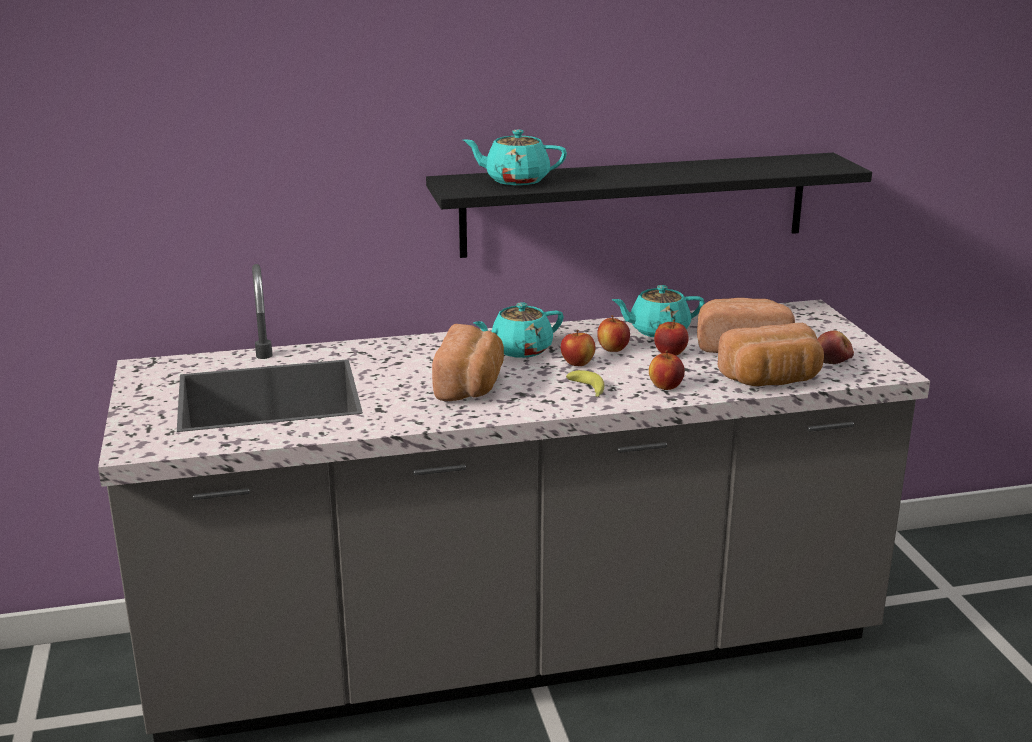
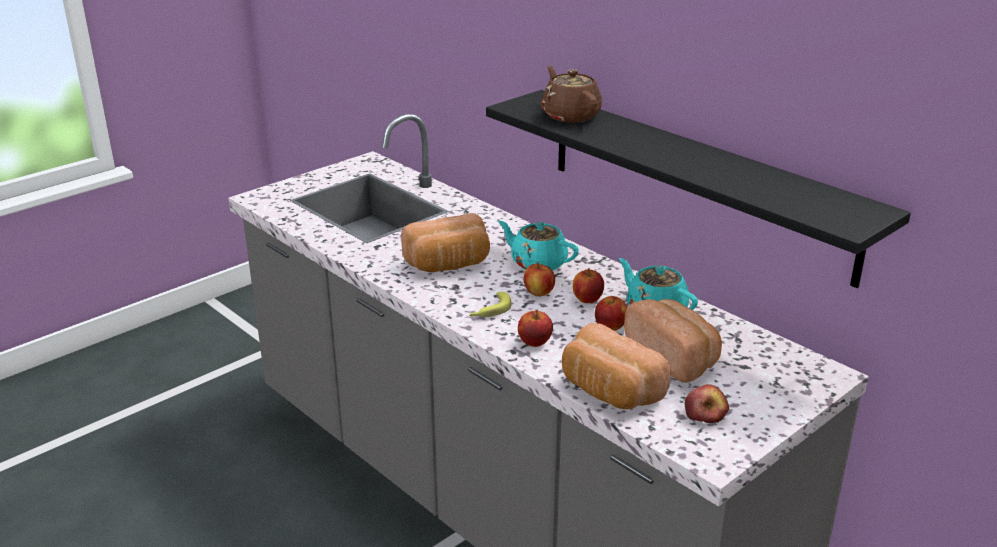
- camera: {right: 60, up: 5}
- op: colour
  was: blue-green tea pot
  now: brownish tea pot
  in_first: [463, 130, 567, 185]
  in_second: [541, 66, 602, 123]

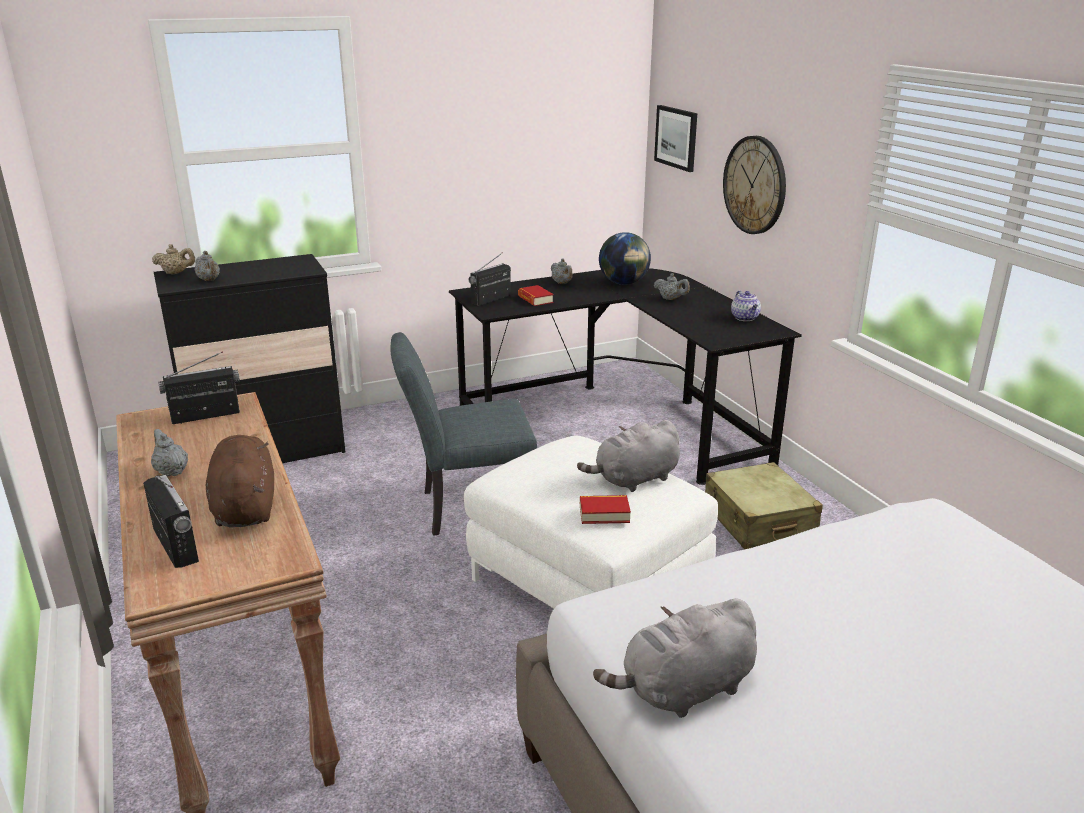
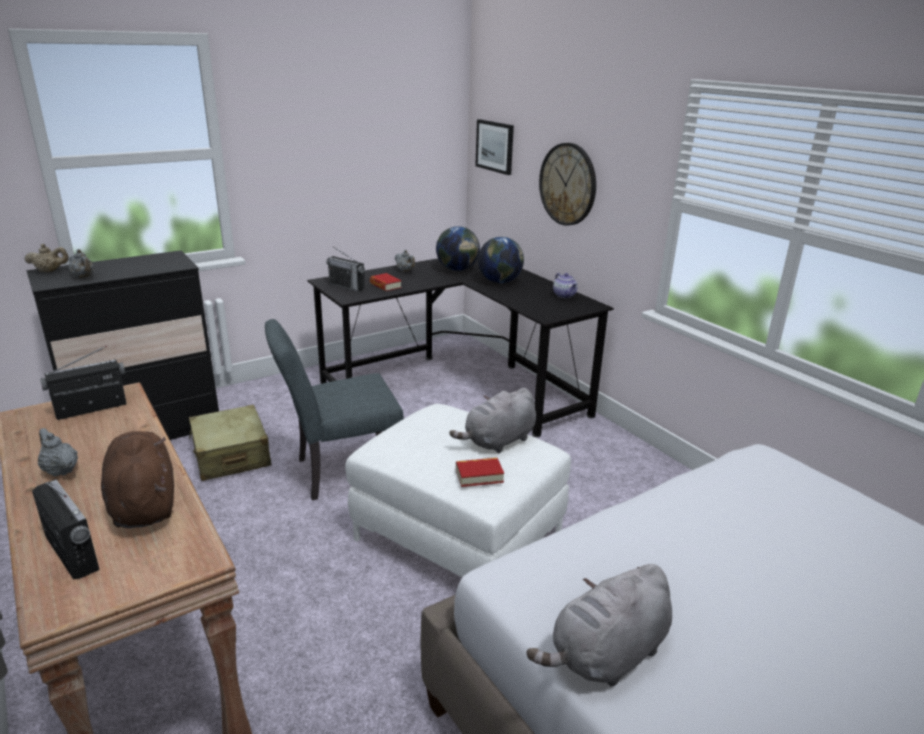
- camera: {right: -10, up: 0}
- op: spun
  was: radio
  in_first: [468, 252, 511, 305]
  in_second: [326, 247, 365, 292]
  clockwise: -90
- op: exchanged
  was: greyish tea pot
  now: globe
  in_first: [654, 273, 690, 300]
  in_second: [478, 237, 524, 283]
- op: relocated
  was: sand-coloured suitcase
  in_first: [705, 462, 823, 549]
  in_second: [189, 405, 271, 481]

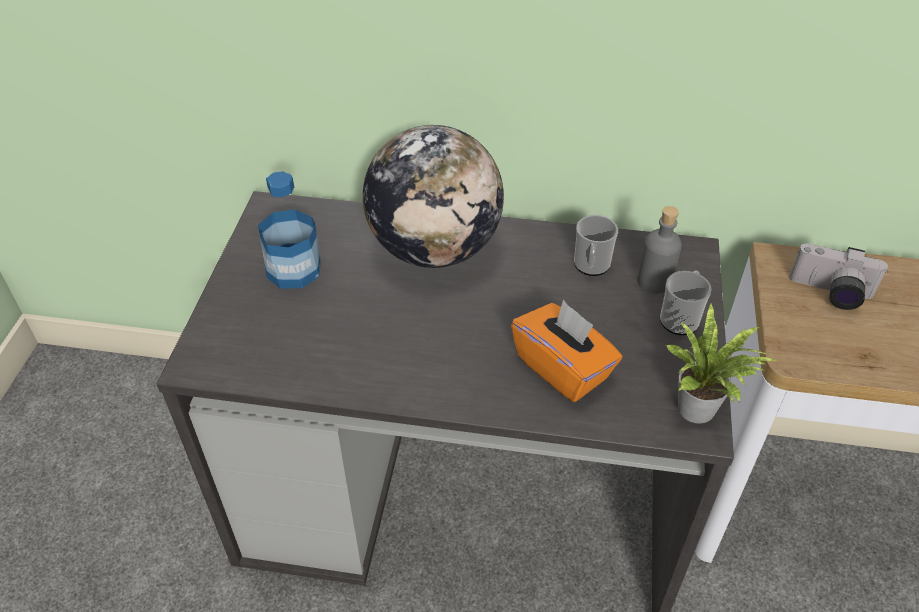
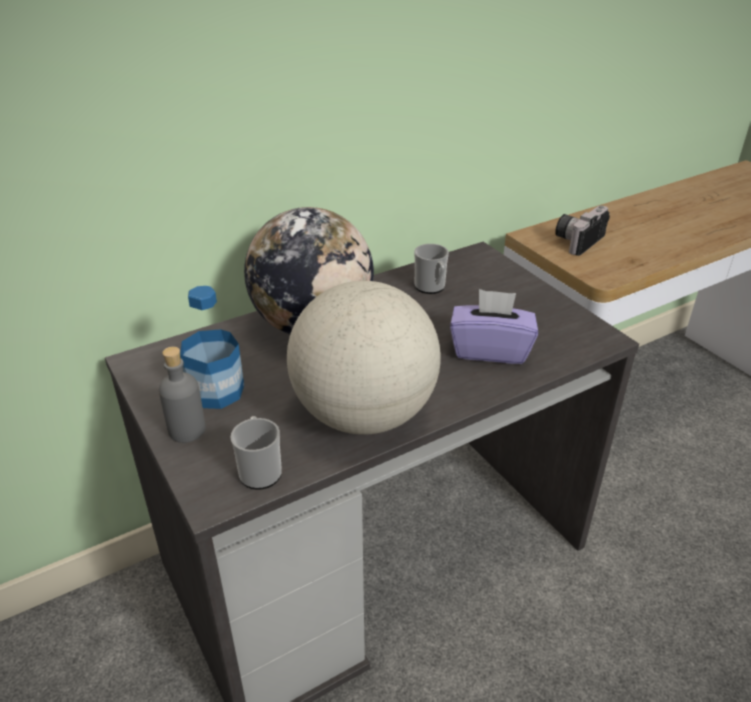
- camera: {right: -40, up: -10}
- op: relocated
  was: greyish drink bottle
  in_first: [637, 206, 682, 294]
  in_second: [159, 347, 206, 443]
- op: spun
  was: still camera
  in_first: [789, 244, 888, 310]
  in_second: [555, 206, 610, 256]
  clockwise: 150
- op: relocated
  was: tea mug
  in_first: [660, 270, 711, 335]
  in_second: [231, 416, 282, 490]
- op: colour
  was: orange-coloured box of tissues
  now: purplish box of tissues
  in_first: [511, 300, 622, 402]
  in_second: [450, 289, 538, 364]
- op: missing
  was: potted plant
  in_first: [665, 302, 778, 424]
- op: appeared
  now: globe
  in_second: [287, 281, 441, 435]

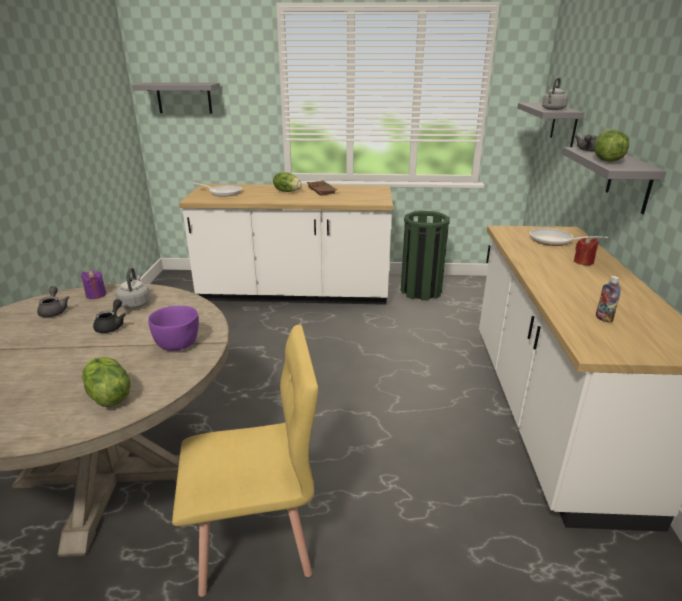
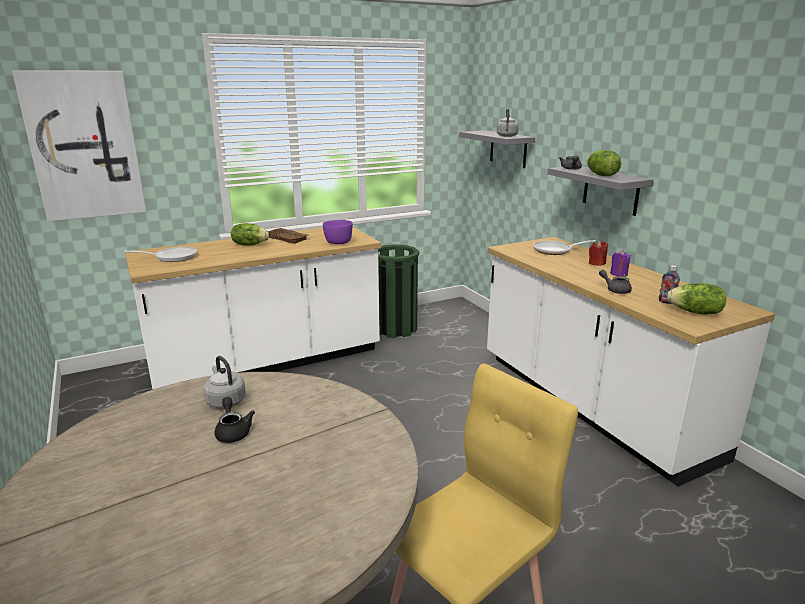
- camera: {right: -30, up: -5}
- op: exchanged
  was: greyish shelf
  now: wall art
  in_first: [132, 83, 220, 113]
  in_second: [12, 70, 147, 221]
- op: relocated
  was: purplish wax candle
  in_first: [81, 270, 106, 299]
  in_second: [610, 250, 631, 276]
- op: relocated
  was: greyish tea pot
  in_first: [37, 286, 70, 317]
  in_second: [599, 270, 632, 294]
- op: relocated
  was: purplish deep dish
  in_first: [148, 306, 199, 351]
  in_second: [323, 220, 353, 244]
- op: relocated
  was: lettuce
  in_first: [82, 357, 131, 407]
  in_second: [667, 283, 726, 315]

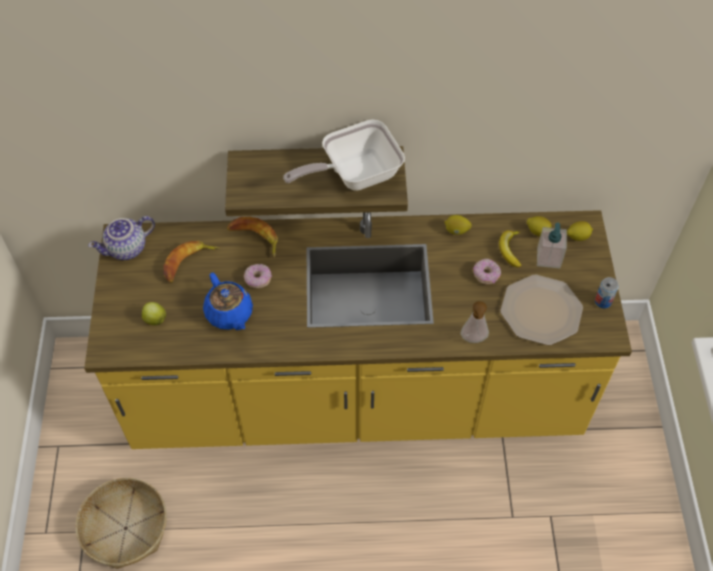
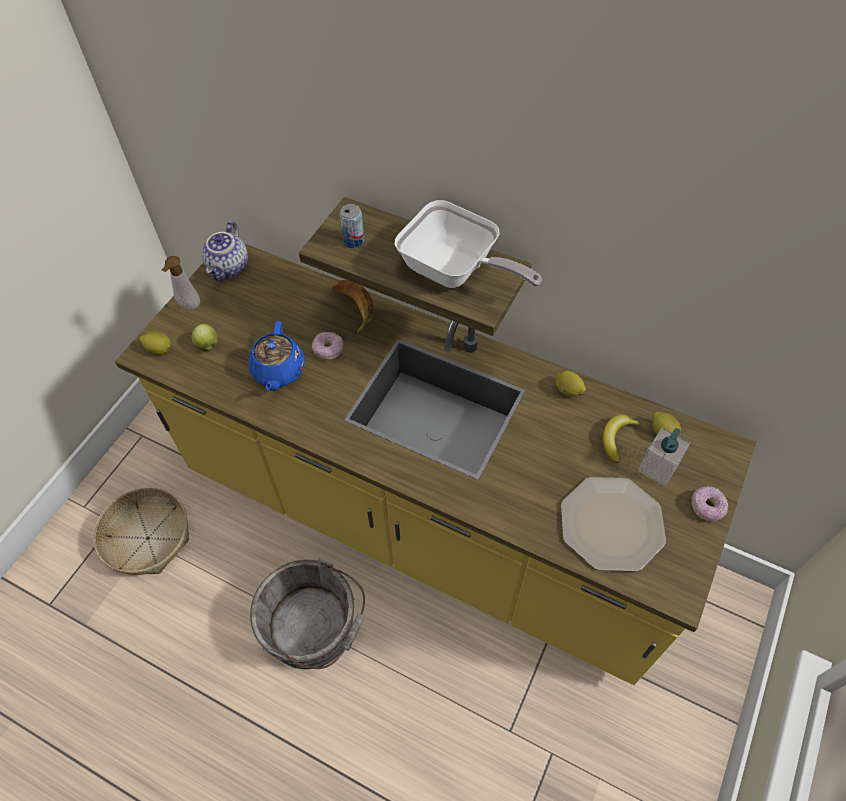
- camera: {right: 30, up: 0}
- op: spun
  was: frying pan
  in_first: [283, 120, 405, 191]
  in_second: [395, 200, 542, 288]
  clockwise: -150
- op: spun
  was: tea pot
  in_first: [88, 216, 155, 260]
  in_second: [202, 221, 248, 281]
  clockwise: -75
- op: relocated
  was: whole lemon
  in_first: [567, 221, 593, 241]
  in_second: [140, 331, 171, 355]
- op: missing
  was: whole banana
  in_first: [163, 241, 220, 283]
- op: relocated
  was: ring doughnut
  in_first: [473, 258, 501, 284]
  in_second: [691, 486, 728, 522]
- op: relocated
  was: sealed can
  in_first: [595, 277, 619, 309]
  in_second: [340, 204, 364, 248]
- op: relocated
  was: soap bottle
  in_first: [460, 301, 489, 343]
  in_second: [161, 256, 200, 310]
- op: appeared
  now: greyish bucket
  in_second: [250, 558, 365, 669]

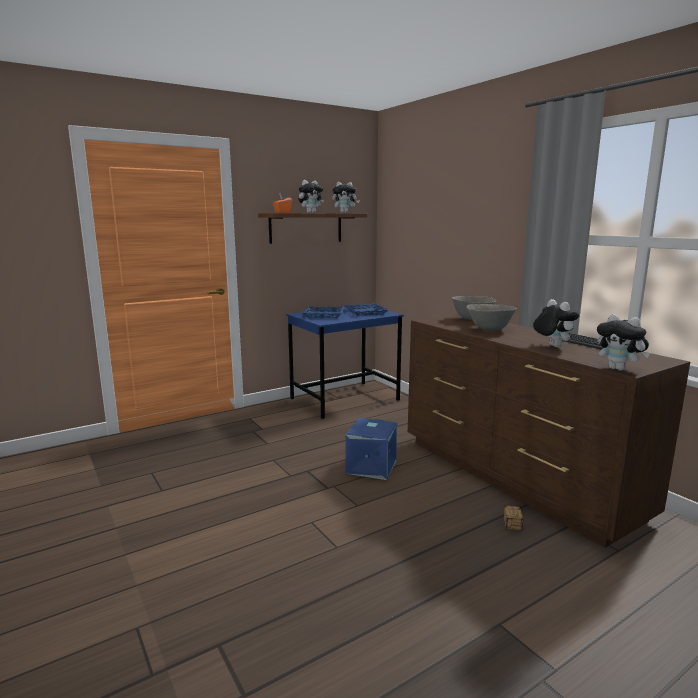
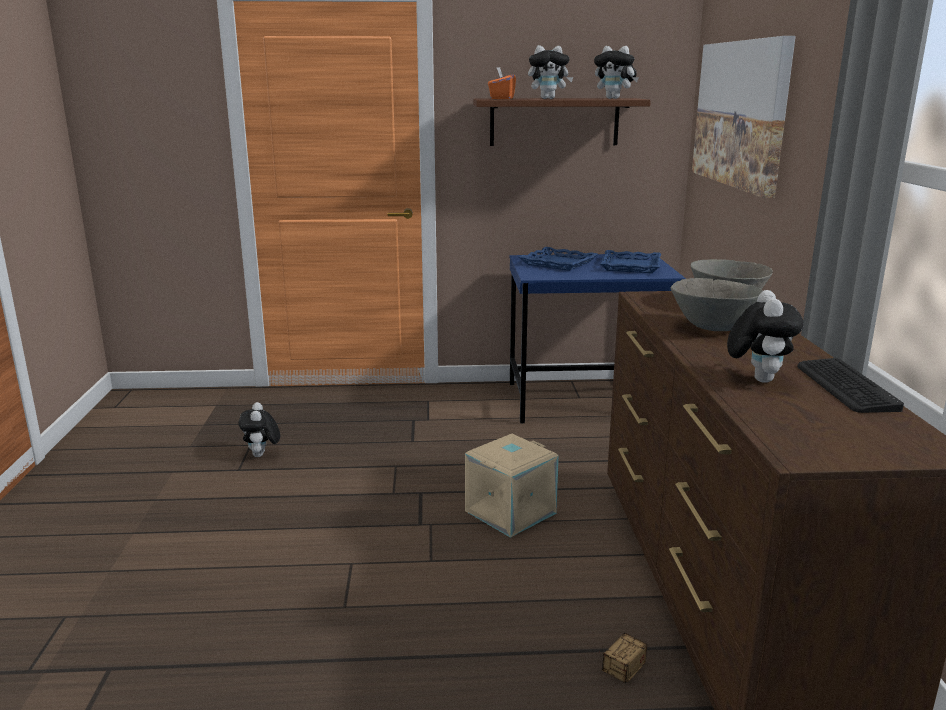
- camera: {right: 30, up: 5}
- op: relocated
  was: plush toy
  in_first: [597, 314, 650, 371]
  in_second: [238, 402, 280, 457]
- op: colour
  was: bluish storage box
  now: sand-coloured storage box
  in_first: [345, 418, 397, 480]
  in_second: [465, 434, 559, 538]
- op: appeared
  now: wall art
  in_second: [692, 36, 796, 198]

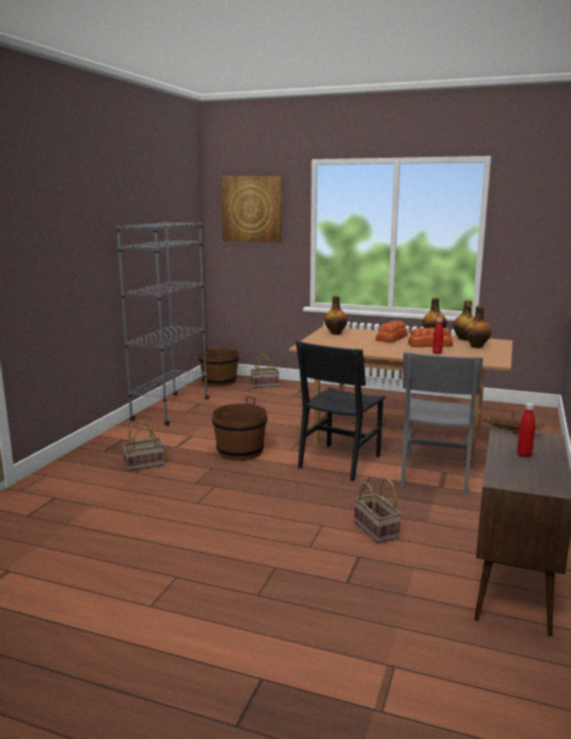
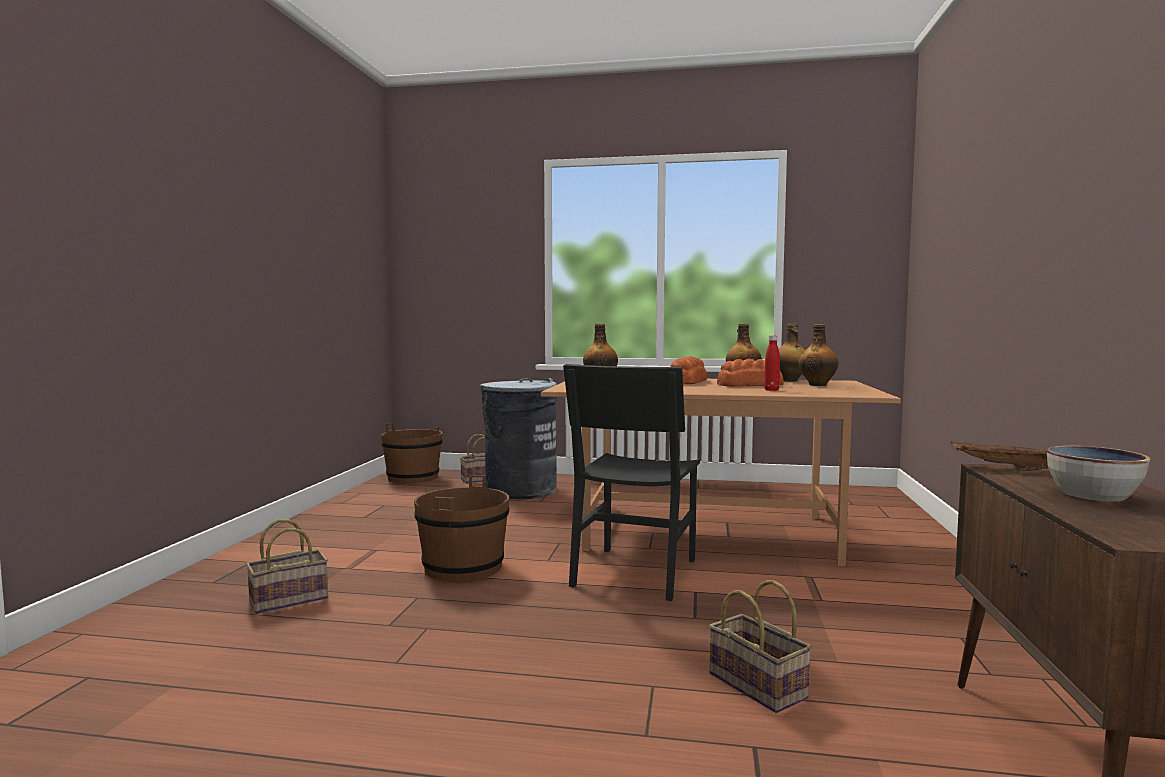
- camera: {right: -10, up: -10}
- op: missing
  was: wall art
  in_first: [221, 176, 282, 242]
- op: missing
  was: greyish bookcase
  in_first: [116, 222, 209, 426]
- op: missing
  was: greyish chair
  in_first: [400, 351, 483, 495]
- op: exchanged
  was: red-coloured drink bottle
  now: deep dish
  in_first: [517, 403, 535, 457]
  in_second: [1046, 446, 1150, 501]
- op: appeared
  now: greyish trash can
  in_second: [480, 378, 557, 499]

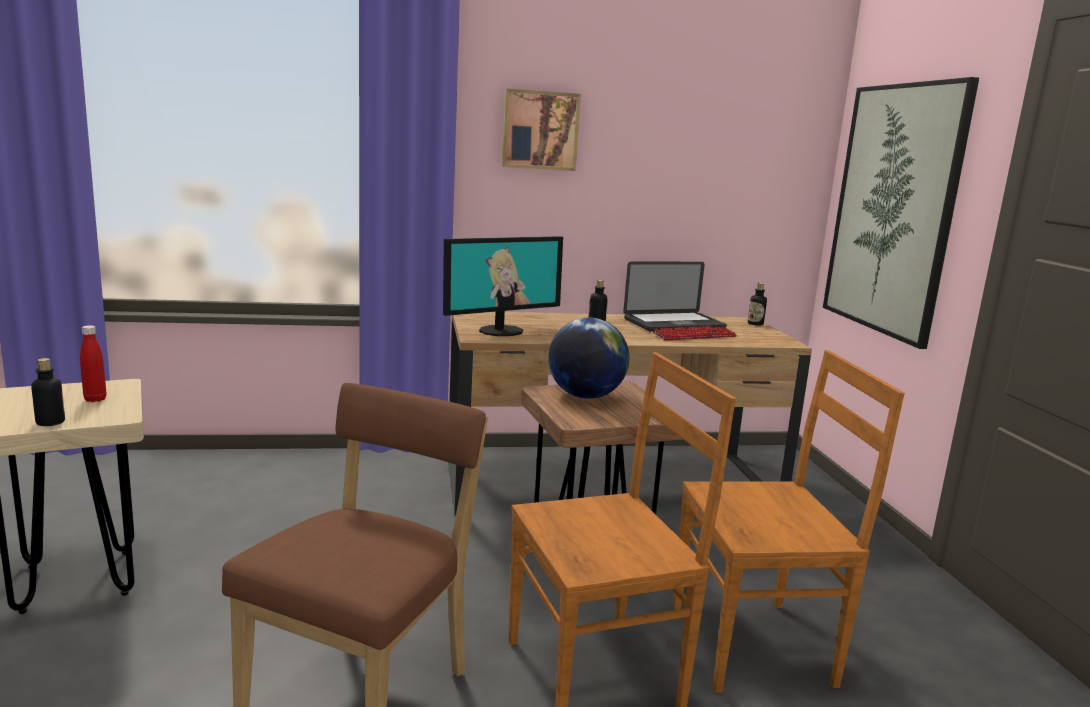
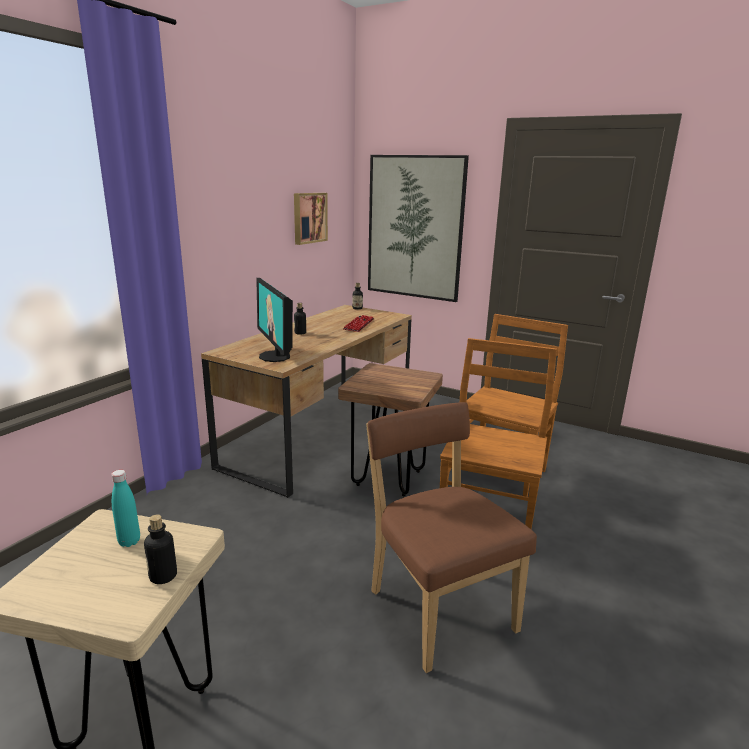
- camera: {right: -50, up: 5}
- op: relocated
  was: wall art
  in_first: [502, 89, 581, 171]
  in_second: [294, 193, 328, 245]
- op: spun
  was: computer display
  in_first: [443, 236, 563, 336]
  in_second: [256, 278, 293, 362]
  clockwise: 150
- op: missing
  was: laptop
  in_first: [623, 262, 727, 332]
- op: missing
  was: globe
  in_first: [548, 318, 629, 399]
- op: colour
  was: red-coloured drink bottle
  now: blue-green drink bottle
  in_first: [80, 325, 106, 402]
  in_second: [111, 470, 140, 547]

